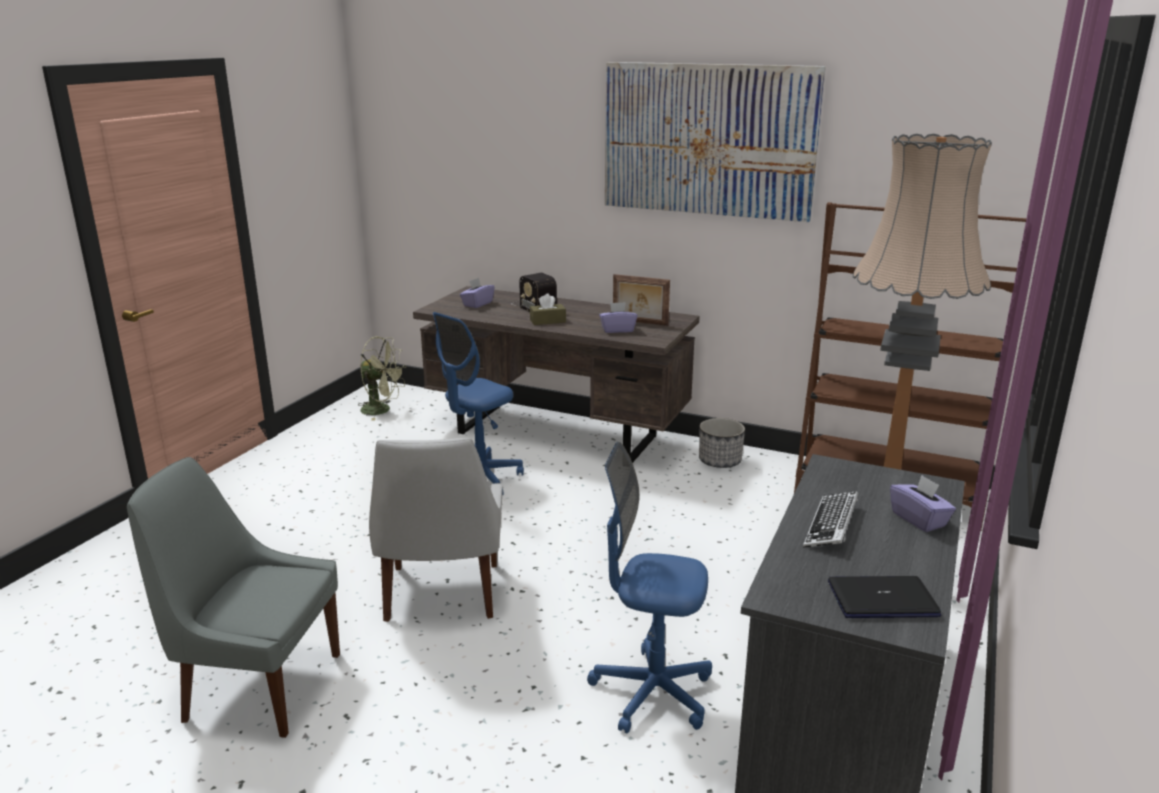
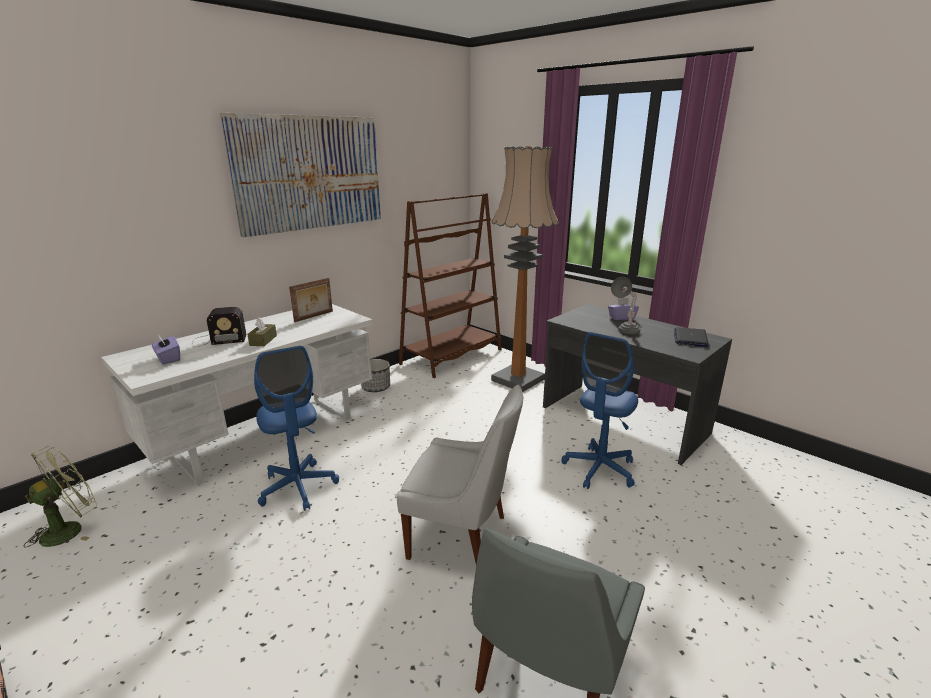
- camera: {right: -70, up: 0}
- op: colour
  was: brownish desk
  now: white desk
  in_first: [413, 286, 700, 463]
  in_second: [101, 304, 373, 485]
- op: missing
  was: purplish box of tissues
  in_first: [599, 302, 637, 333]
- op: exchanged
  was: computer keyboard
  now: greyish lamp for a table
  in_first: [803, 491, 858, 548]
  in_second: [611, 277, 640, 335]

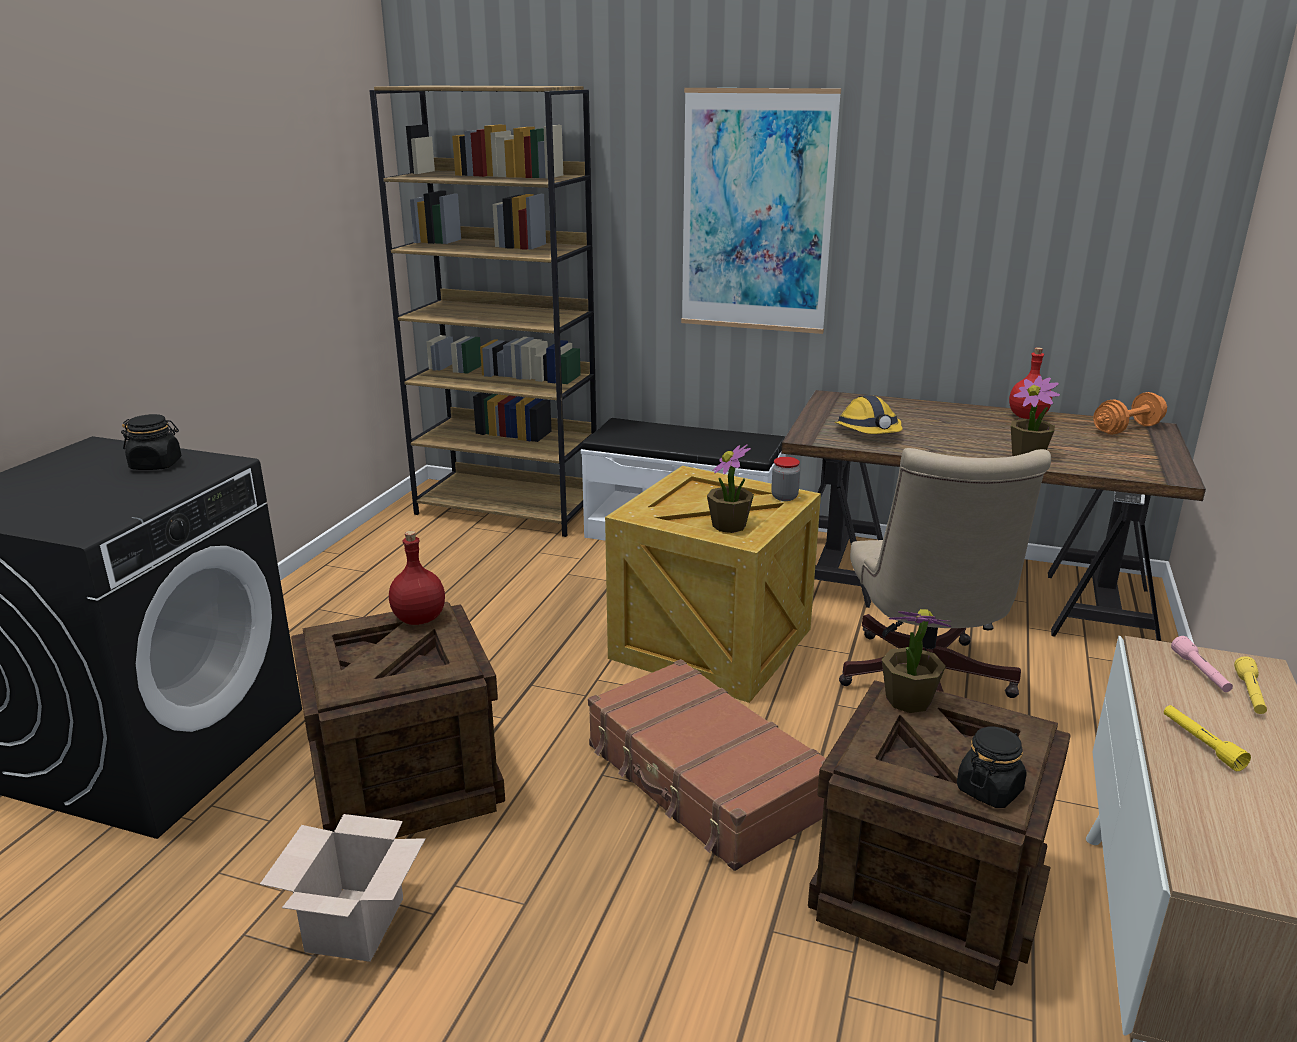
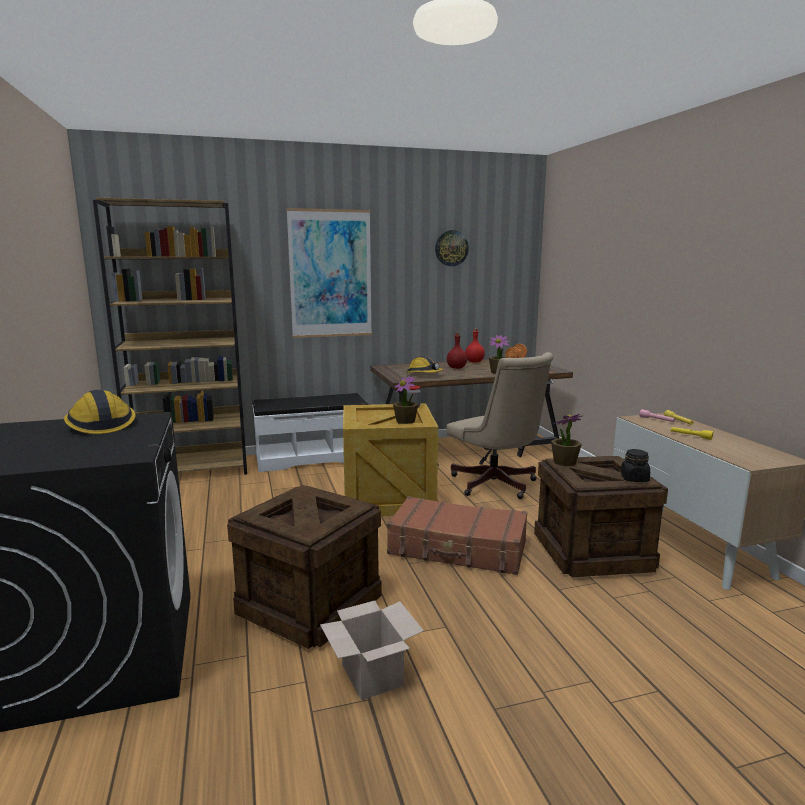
- camera: {right: -35, up: -10}
- op: exchanged
  was: blackish preserve jar
  now: safety helmet
  in_first: [121, 414, 181, 470]
  in_second: [64, 390, 135, 434]
- op: relocated
  was: red-coloured drink bottle
  in_first: [389, 531, 445, 625]
  in_second: [447, 333, 467, 369]
- op: appeared
  now: wall clock
  in_second: [435, 230, 469, 266]

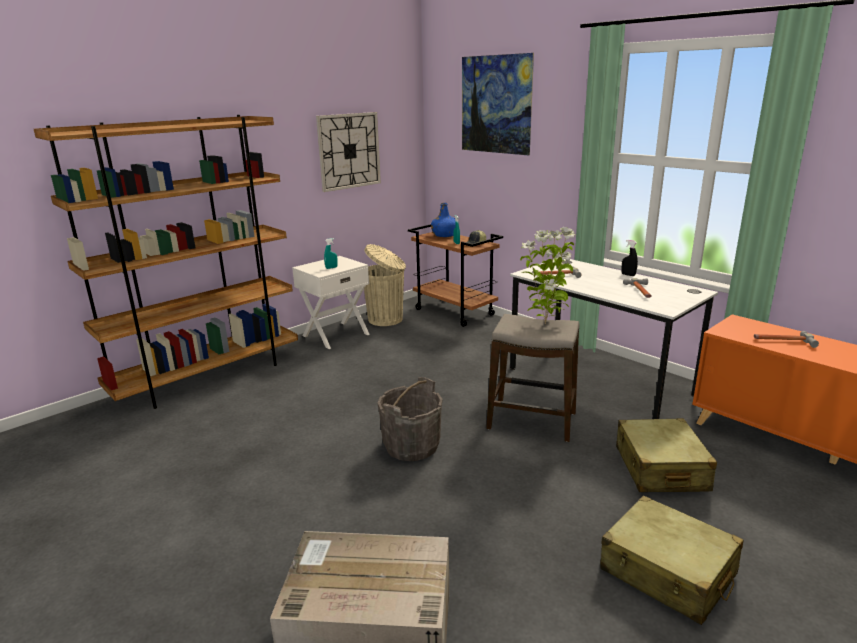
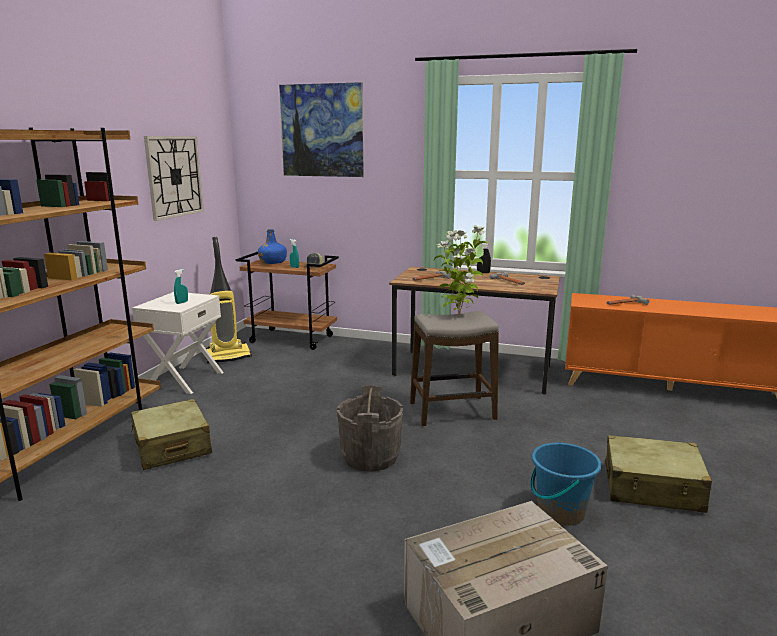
- camera: {right: -30, up: -5}
- op: exchanged
  was: sand-coloured trash can
  now: vacuum cleaner
  in_first: [364, 244, 406, 326]
  in_second: [205, 237, 252, 364]
- op: colour
  was: white desk
  now: brownish desk
  in_first: [510, 257, 718, 419]
  in_second: [389, 267, 560, 394]
- op: relocated
  was: sand-coloured suitcase
  in_first: [616, 418, 717, 492]
  in_second: [131, 399, 212, 470]
- op: appeared
  now: bluish bucket
  in_second: [530, 442, 602, 526]

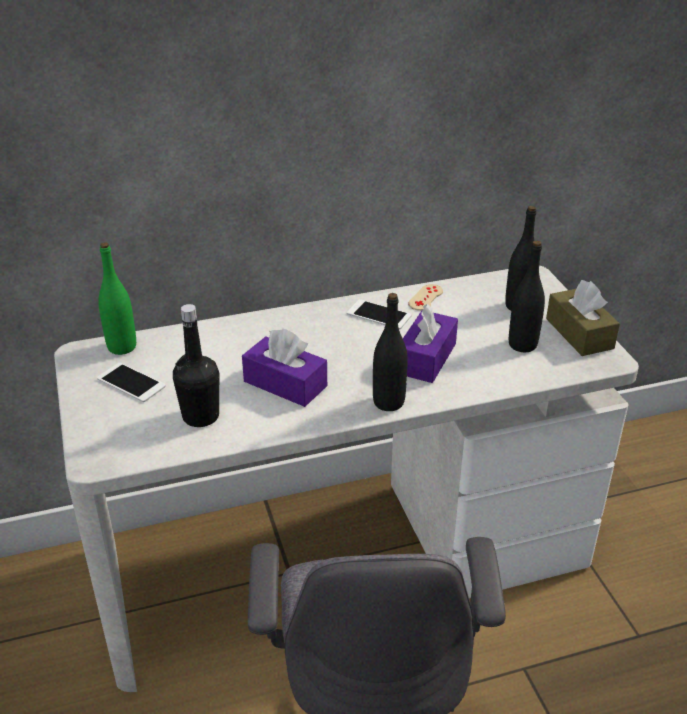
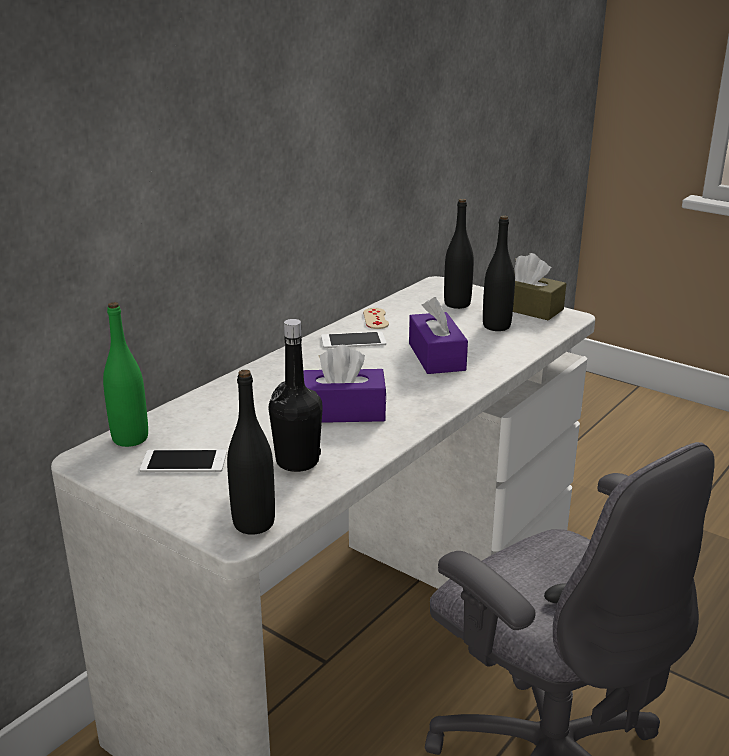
- camera: {right: -35, up: -10}
- op: relocated
  was: blackish drink bottle
  in_first: [373, 293, 408, 411]
  in_second: [227, 370, 275, 535]

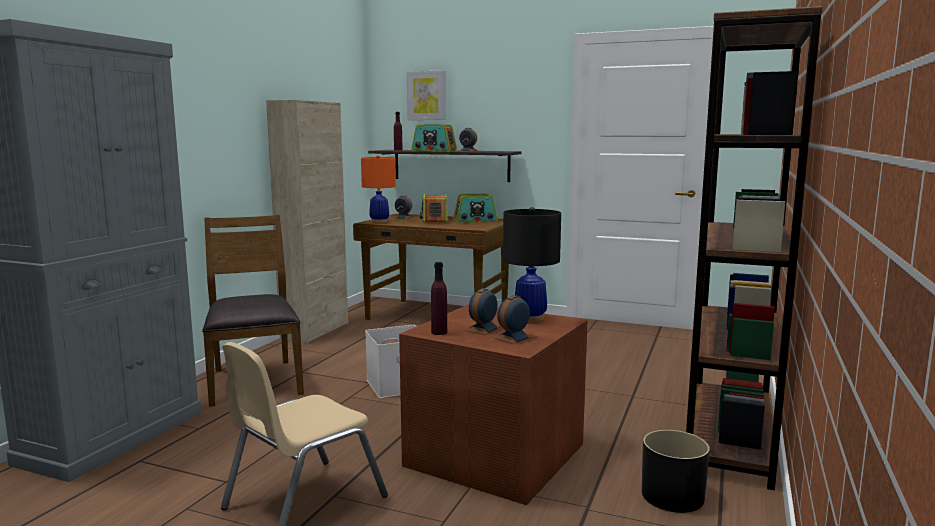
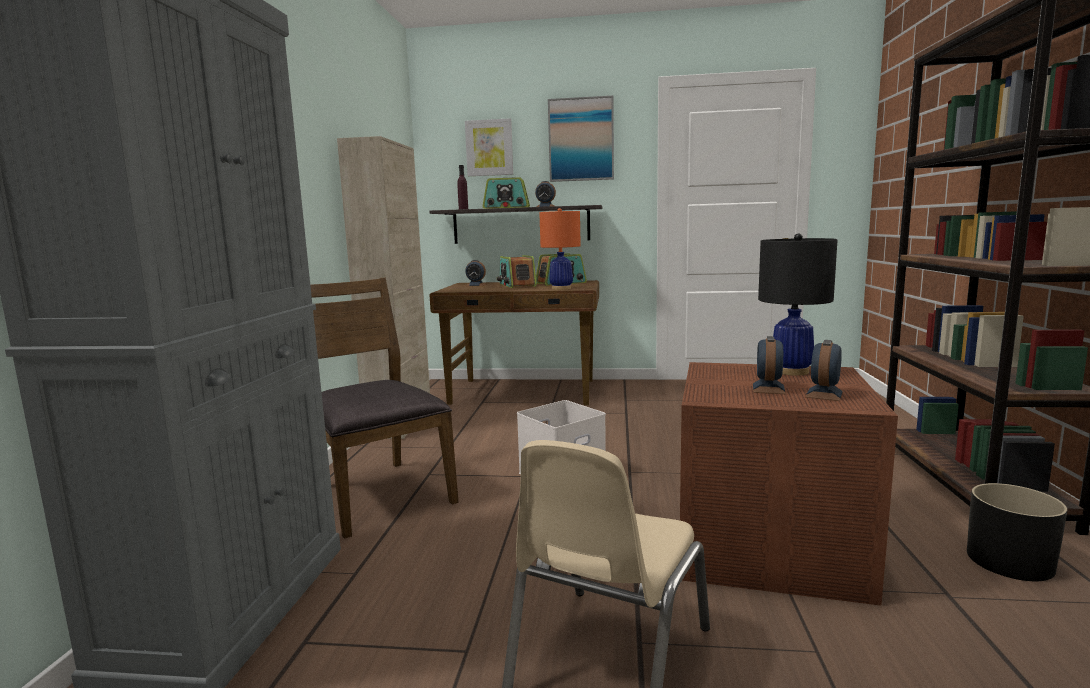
- camera: {right: -15, up: 0}
- op: relocated
  was: orange-coloured lamp for a table
  in_first: [361, 155, 396, 223]
  in_second: [539, 208, 581, 290]
- op: missing
  was: purplish drink bottle
  in_first: [431, 262, 447, 335]
- op: appeared
  now: wall art
  in_second: [548, 96, 614, 182]

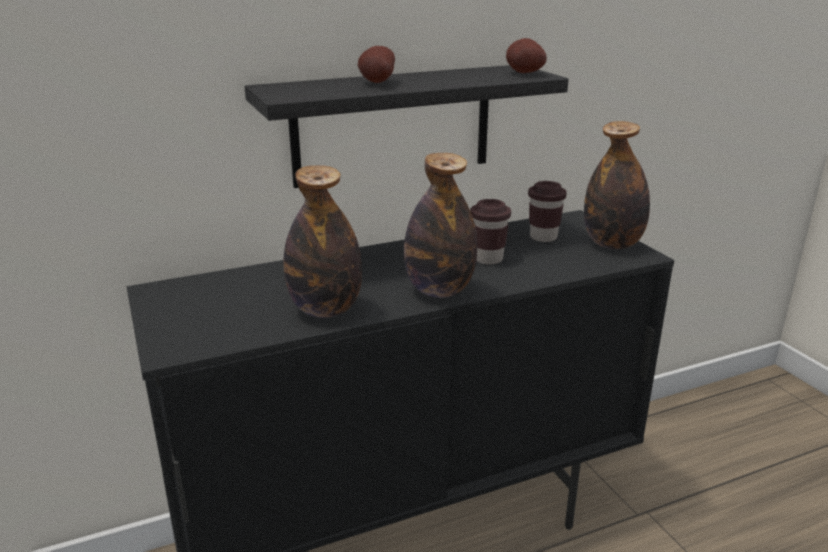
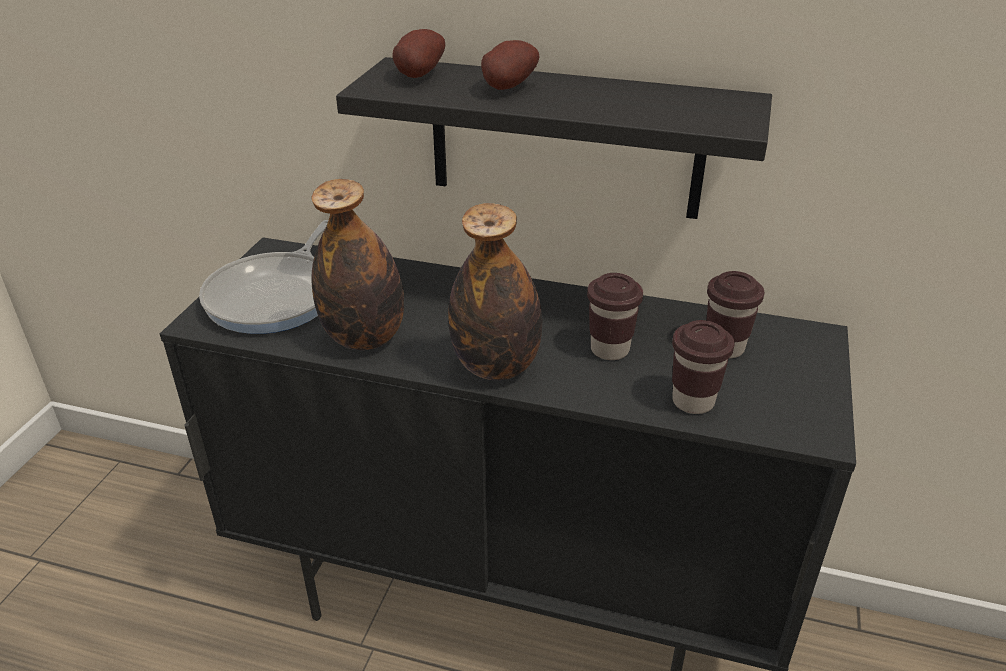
- camera: {right: 40, up: 10}
- op: relocated
  was: spud
  in_first: [506, 38, 547, 73]
  in_second: [393, 29, 445, 78]
- op: missing
  was: drink bottle
  in_first: [584, 121, 650, 249]
- op: appeared
  now: frying pan
  in_second: [199, 220, 328, 334]
- op: appeared
  now: brownish drinking cup
  in_second: [672, 320, 734, 414]

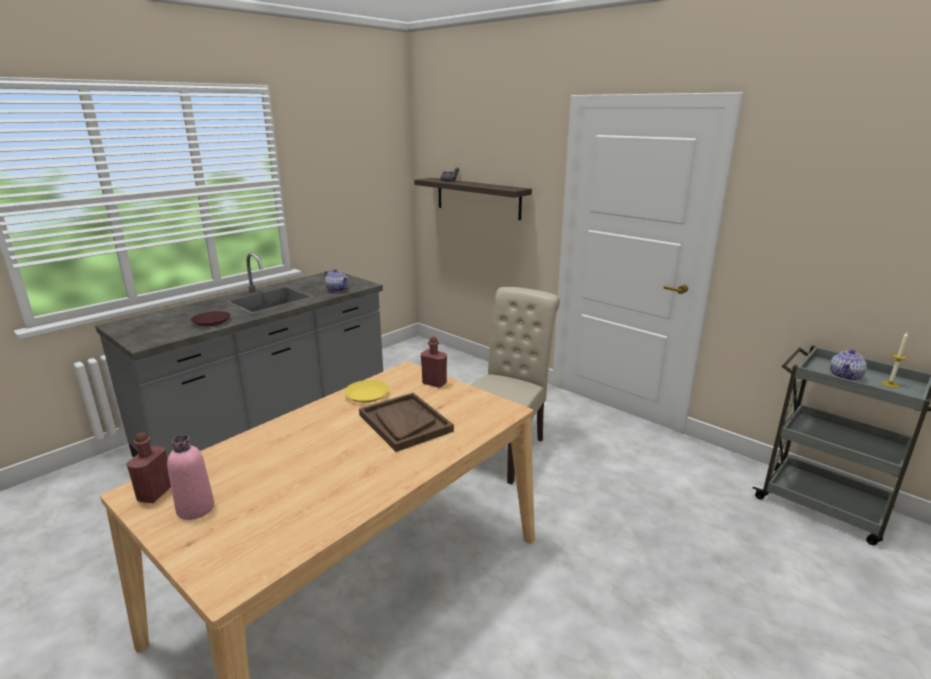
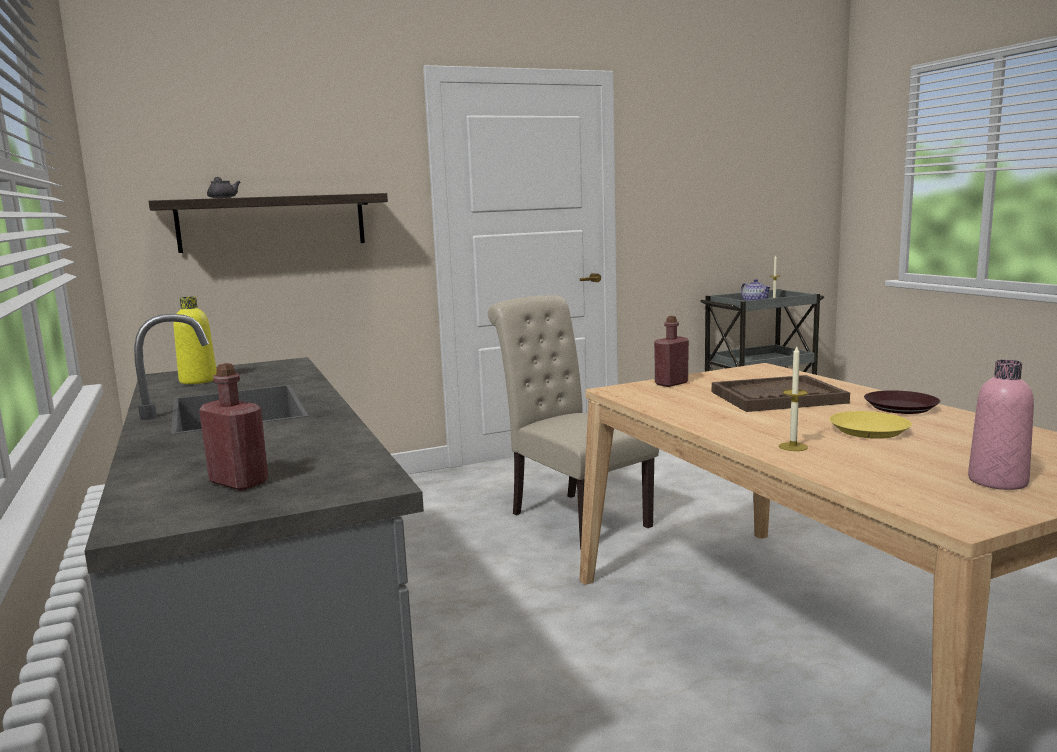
- camera: {right: -65, up: -10}
- op: missing
  was: tea pot
  in_first: [324, 269, 348, 292]
- op: relocated
  was: brownish plate
  in_first: [191, 311, 231, 327]
  in_second: [864, 390, 940, 414]
- op: relocated
  was: yellow-coloured plate
  in_first: [344, 380, 389, 403]
  in_second: [829, 411, 912, 439]
- op: relocated
  was: red-coloured drink bottle
  in_first: [127, 432, 171, 503]
  in_second: [199, 363, 268, 491]
- op: appeared
  now: yellow-coloured drink bottle
  in_second: [174, 297, 217, 384]
- op: appeared
  now: wax candle
  in_second: [779, 346, 808, 451]

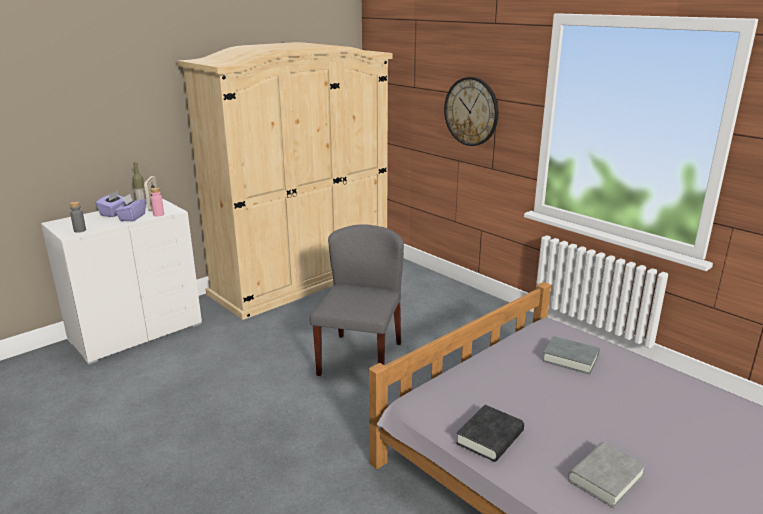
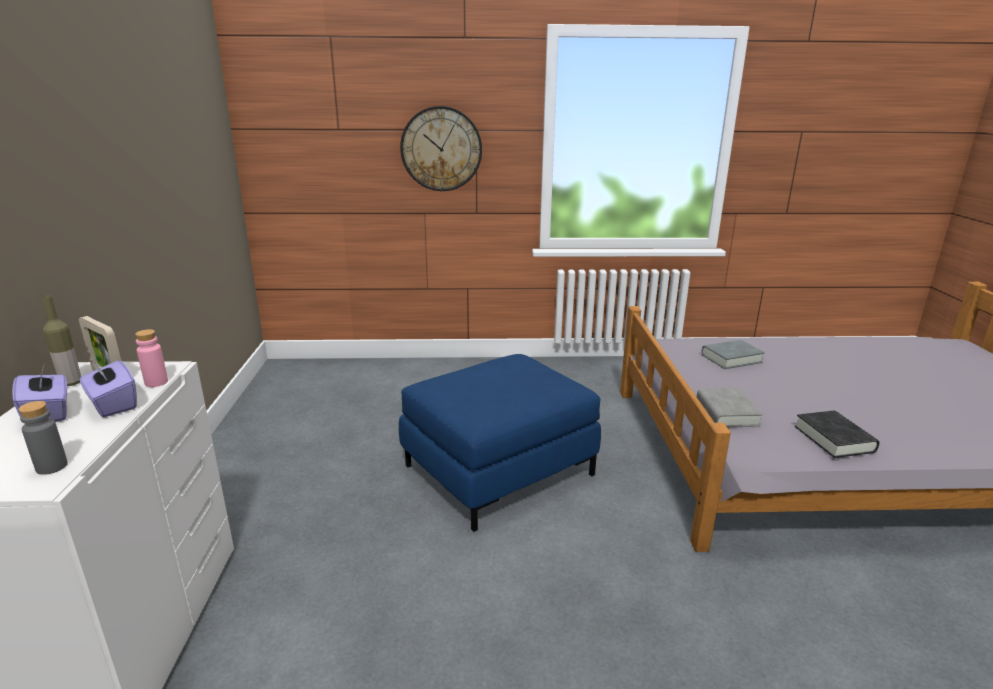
- camera: {right: -50, up: 0}
- op: missing
  was: sand-coloured armoire
  in_first: [177, 42, 392, 320]
- op: exchanged
  was: greyish chair
  now: bluish pouffe
  in_first: [309, 224, 404, 376]
  in_second: [399, 354, 601, 532]
- op: relocated
  was: greyish volume
  in_first: [568, 442, 646, 508]
  in_second: [697, 388, 763, 427]

